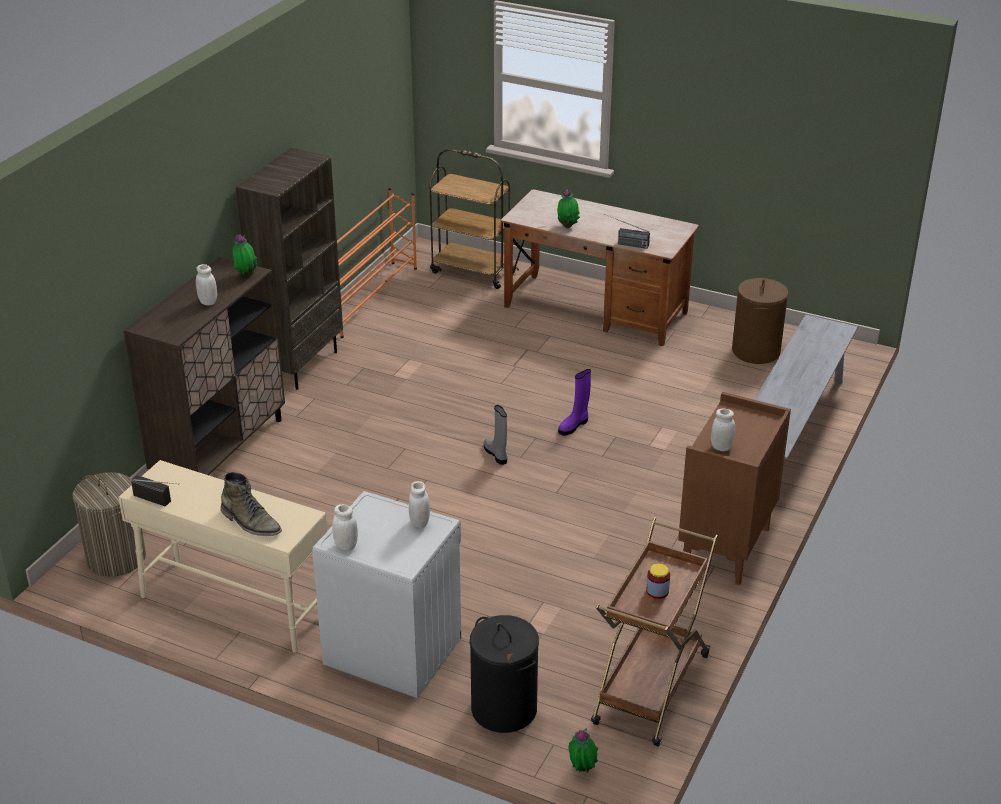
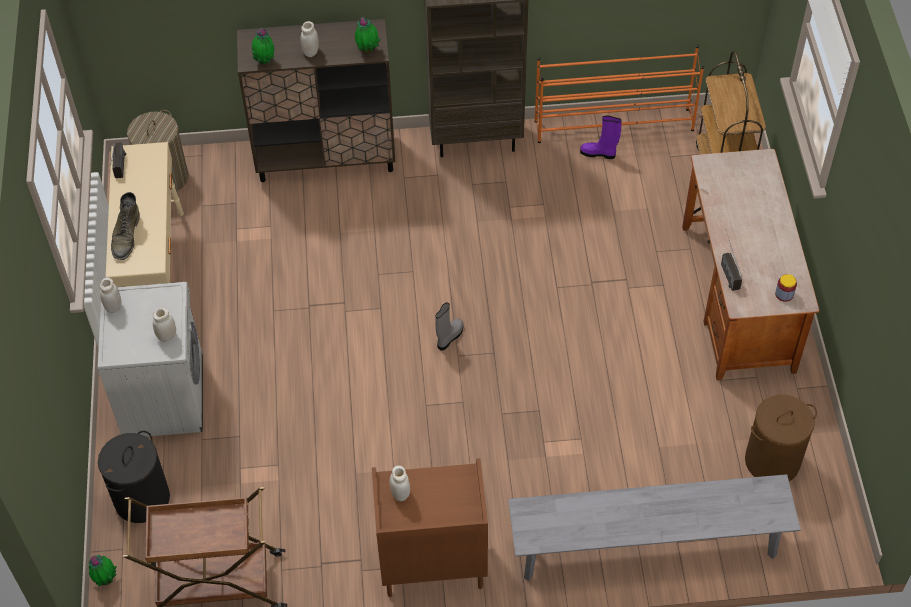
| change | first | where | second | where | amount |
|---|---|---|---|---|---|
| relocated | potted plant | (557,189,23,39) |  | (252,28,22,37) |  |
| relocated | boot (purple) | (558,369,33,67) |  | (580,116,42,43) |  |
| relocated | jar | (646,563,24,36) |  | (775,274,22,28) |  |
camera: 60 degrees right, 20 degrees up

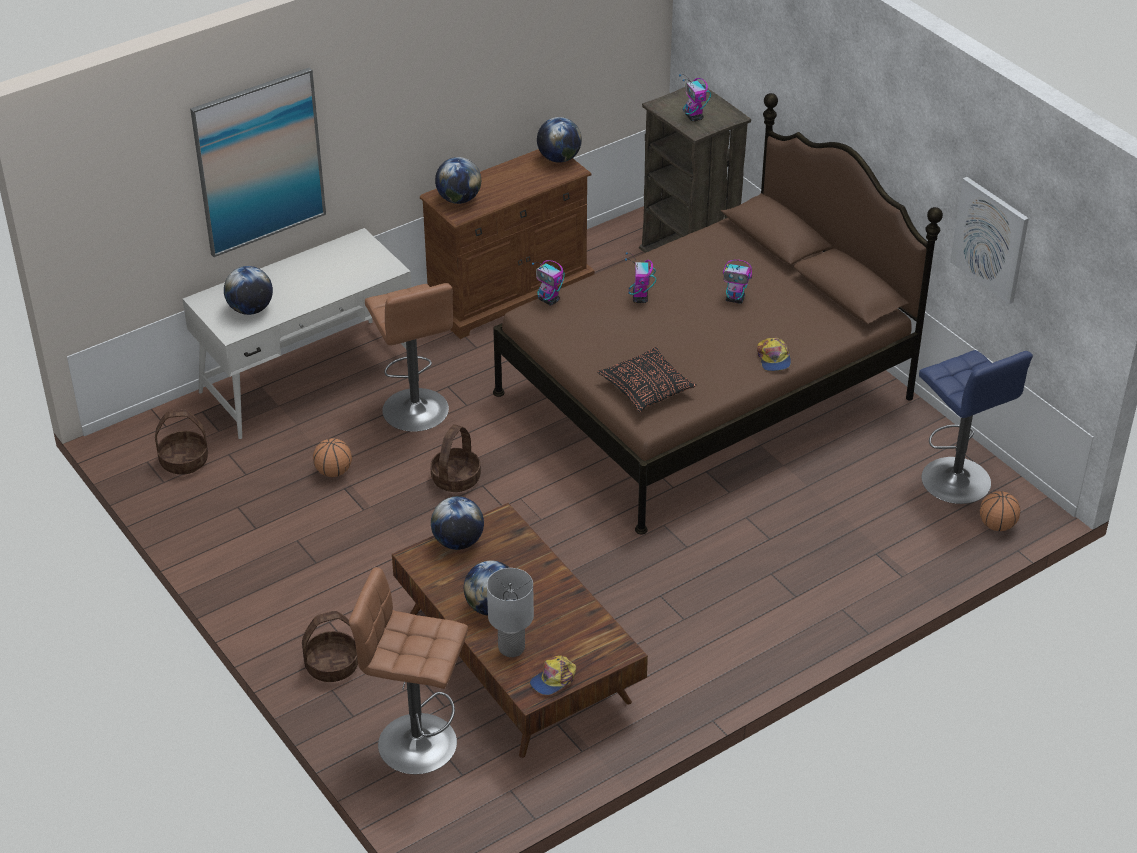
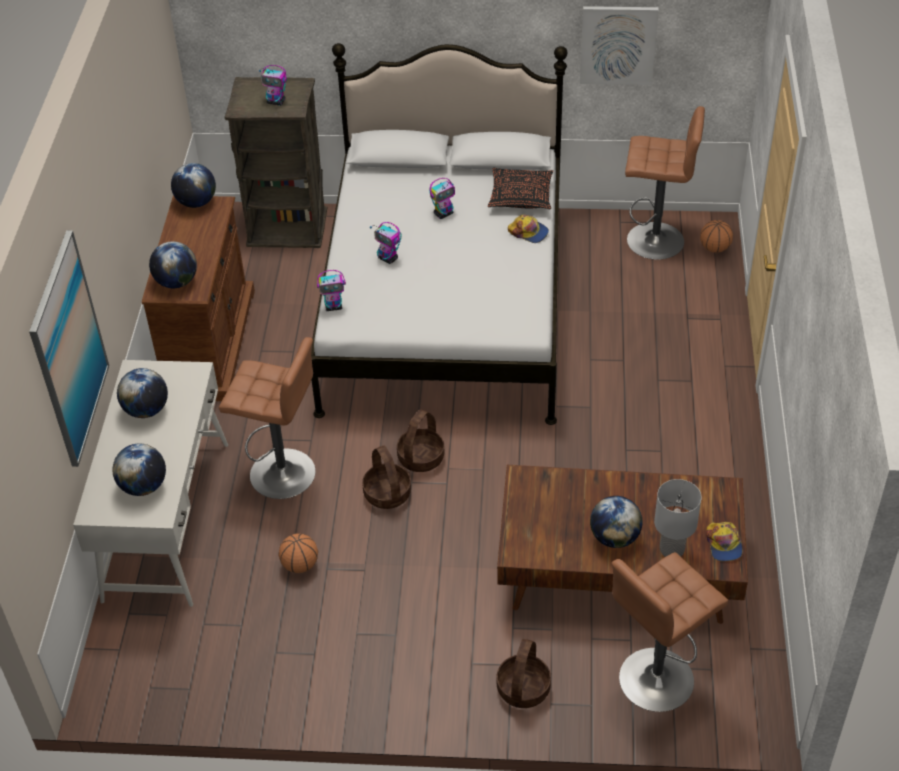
| change | first | where | second | where | amount |
|---|---|---|---|---|---|
| colour | bed (brown) | (493,93,450,441) | bed (white) | (311,43,257,382) |  |
| relocated | pillow (black) | (597,347,100,65) |  | (488,167,65,42) |  |
| colour | stool (blue) | (919,350,114,154) | stool (brown) | (625,106,80,154) |  |
| relocated | basket | (155,409,53,66) |  | (397,409,47,63) |  |
| relocated | globe | (431,496,53,54) |  | (117,368,51,50) |  |
camera: 50 degrees left, 5 degrees up

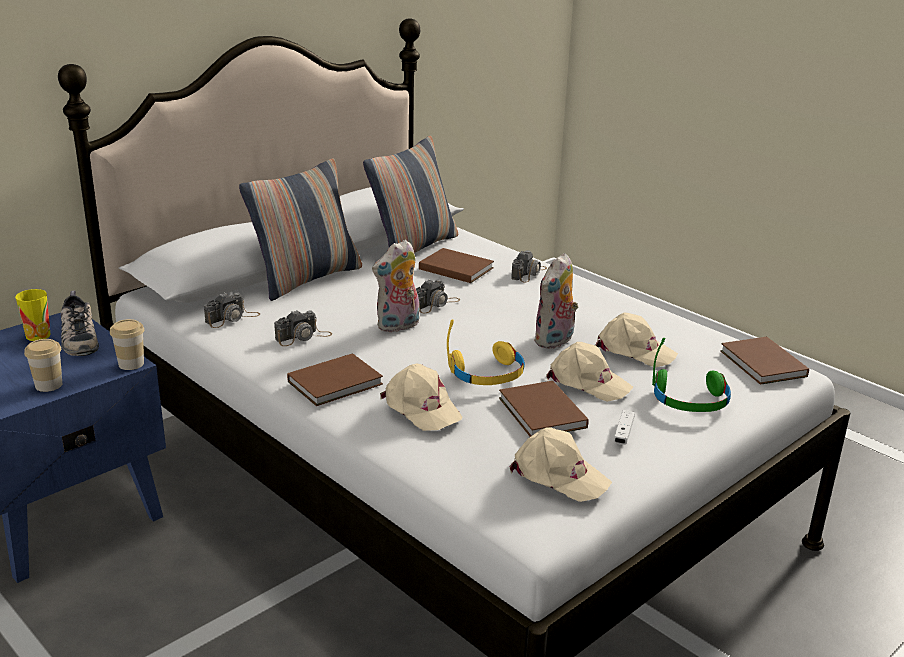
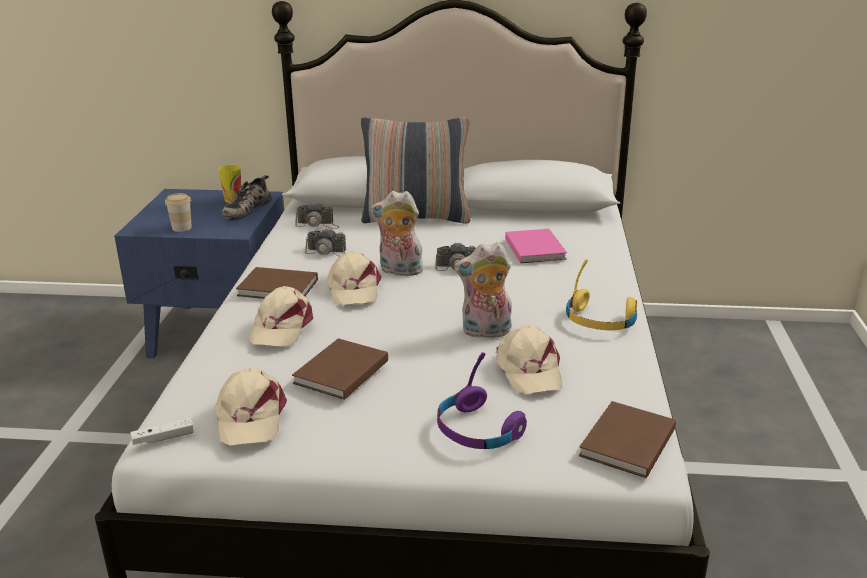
| change | first | where | second | where | amount |
|---|---|---|---|---|---|
| missing | pillow | (363,136,95,117) |  |  |  |
| colour | book (brown) | (419,248,75,35) | book (pink) | (505,229,62,34) |  |
| missing | photo camera | (511,250,36,32) |  |  |  |
| missing | cup | (110,319,34,51) |  |  |  |
| relocated | headphones (yellow) | (447,319,78,66) |  | (566,259,71,71) |  |
| colour | headphones (green) | (652,338,79,74) | headphones (purple) | (437,352,90,97) |  |
| relocated | cap (beige) | (546,342,87,60) |  | (327,251,54,54) |  |
| relocated | game controller (white) | (613,410,22,35) |  | (130,418,64,27) |  |
camera: 50 degrees right, 0 degrees up

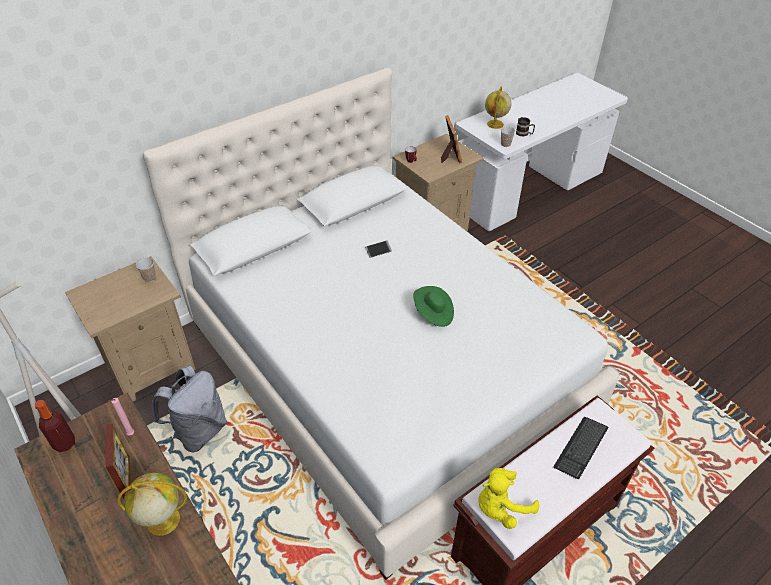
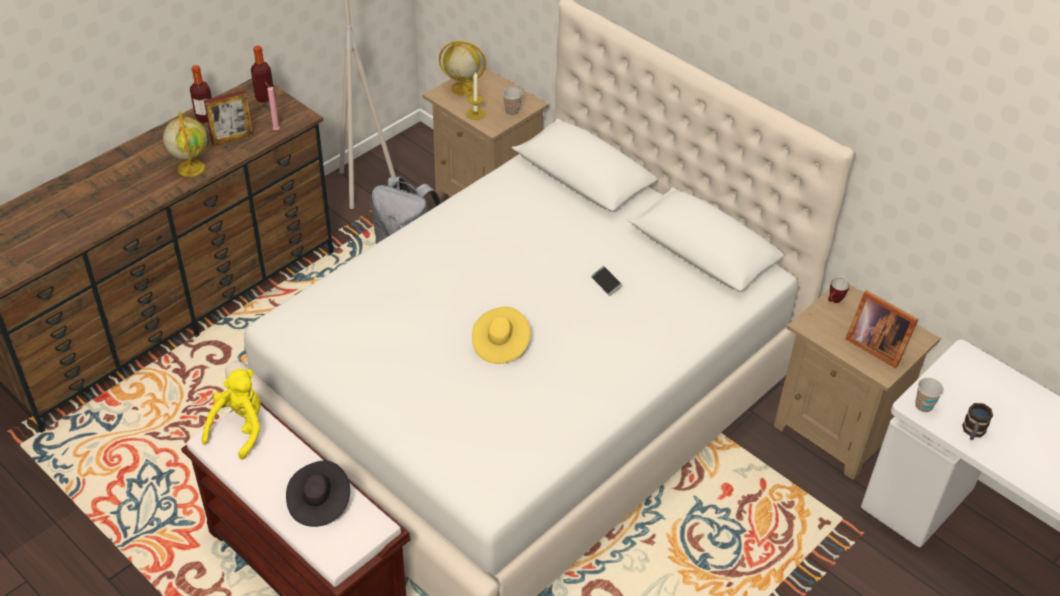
| change | first | where | second | where | amount |
|---|---|---|---|---|---|
| relocated | globe | (485,87,26,42) |  | (439,41,47,55) |  |
| spun | picture frame | (441,115,21,48) |  | (845,290,74,78) | 60 degrees clockwise |
| colour | hat (green) | (413,286,41,41) | hat (yellow) | (472,307,59,57) |  |
| exchanged | keyboard | (553,417,55,62) | hat (black) | (286,460,64,67) |  |
| spun | plush toy (yellow) | (478,468,61,61) |  | (202,369,59,90) | 60 degrees clockwise |
| appeared |  |  | bottle | (190,65,22,58) |  |
| appeared |  |  | candle | (466,71,19,49) |  |
camera: 80 degrees right, 0 degrees up

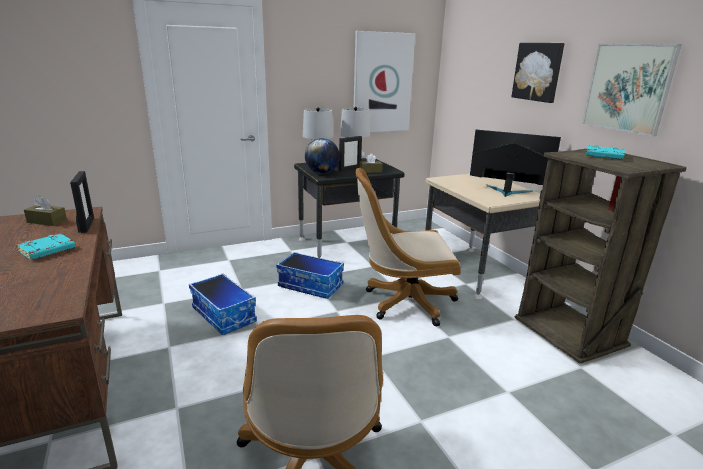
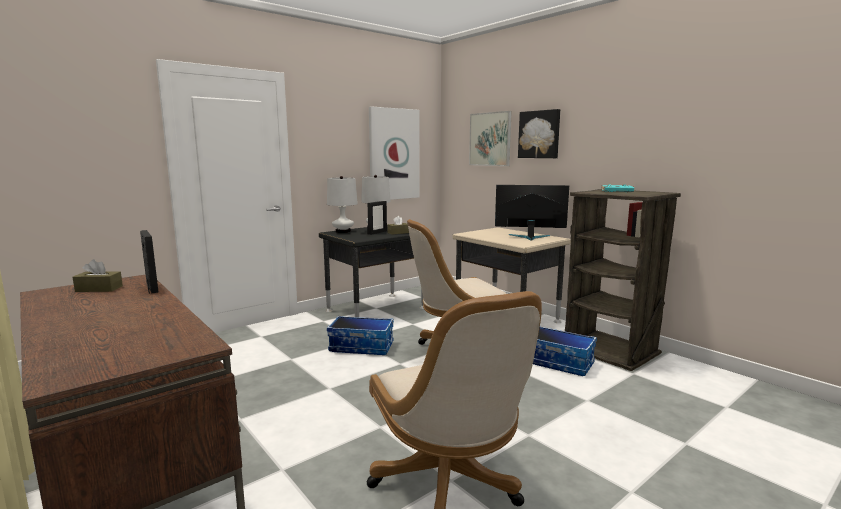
| change | first | where | second | where | amount |
|---|---|---|---|---|---|
| relocated | picture | (582,44,99,92) |  | (469,111,43,55) |  |
| missing | globe | (305,138,35,36) |  |  |  |
| missing | book (turquoise) | (16,233,60,27) |  |  |  |
| relocated | storage box | (189,273,68,62) |  | (533,327,64,49) |  |
camera: 15 degrees left, 10 degrees down

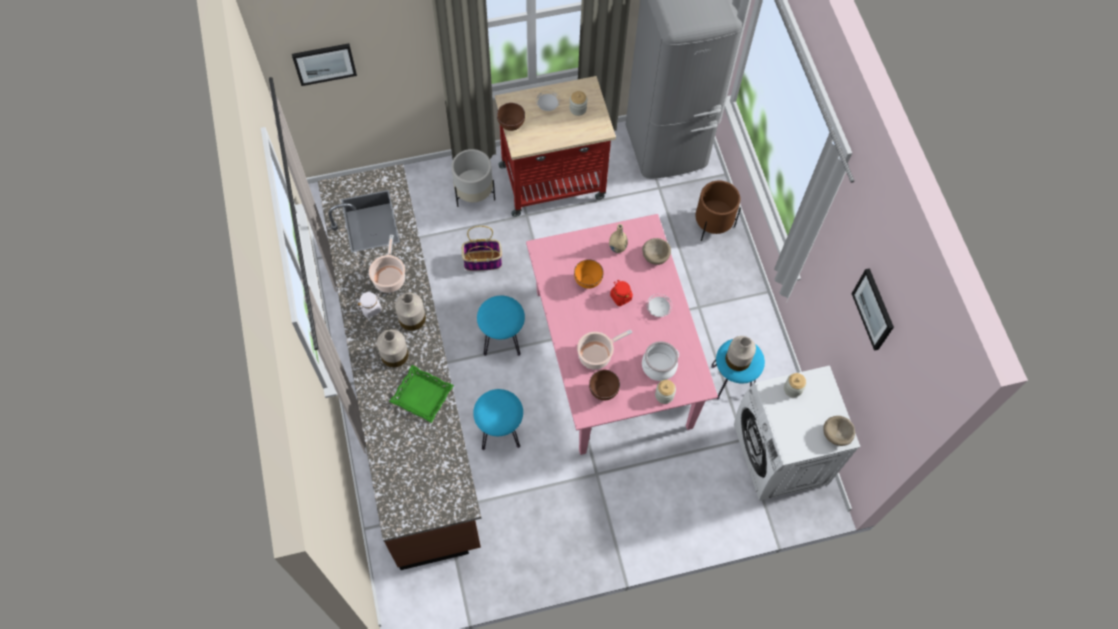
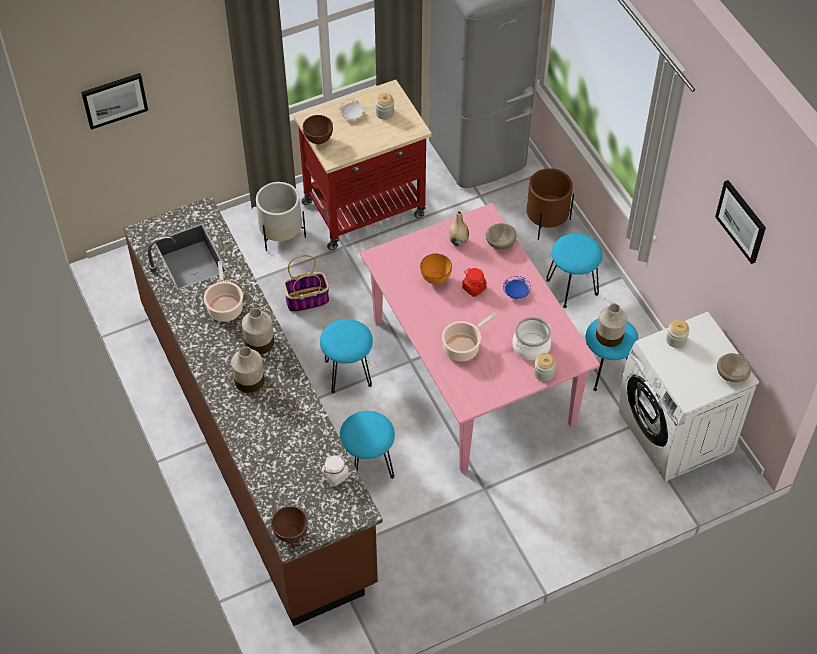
| change | first | where | second | where | amount |
|---|---|---|---|---|---|
| relocated | jar (white) | (358,292,24,26) |  | (322,455,27,31) |  |
| colour | plate (white) | (646,294,26,23) | plate (blue) | (503,276,28,23) |  |
| missing | tray (green) | (389,365,65,58) |  |  |  |
| relocated | bowl (brown) | (589,370,31,30) |  | (271,506,37,37) |  |
| appeared |  |  | stool (turquoise) | (546,233,57,75) |  |
camera: 10 degrees left, 10 degrees down

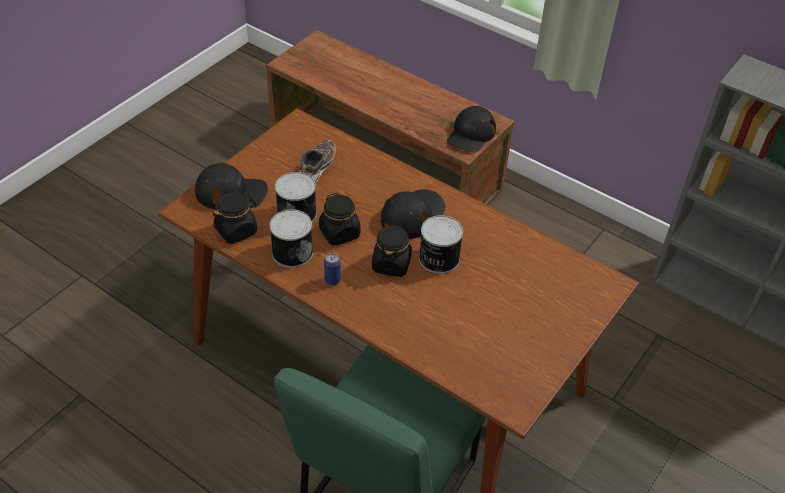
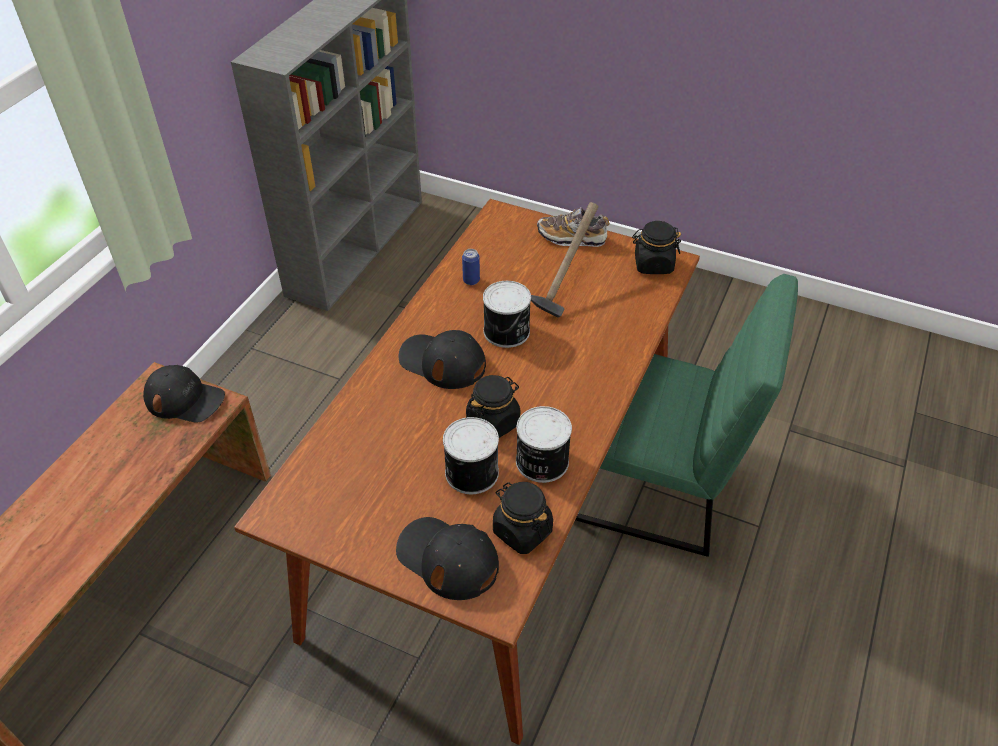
| change | first | where | second | where | amount |
|---|---|---|---|---|---|
| relocated | shoe | (298,140,38,44) |  | (537,207,73,40) |  |
| spun | cap (black) | (195,163,73,46) |  | (396,517,103,83) | 45 degrees counterclockwise |
| relocated | jar (black) | (372,224,40,53) |  | (632,221,49,53) |  |
| relocated | can | (324,253,17,33) |  | (462,249,18,36) |  |
| appeared |  |  | hammer | (531,202,67,116) |  |
camera: 100 degrees left, 0 degrees up

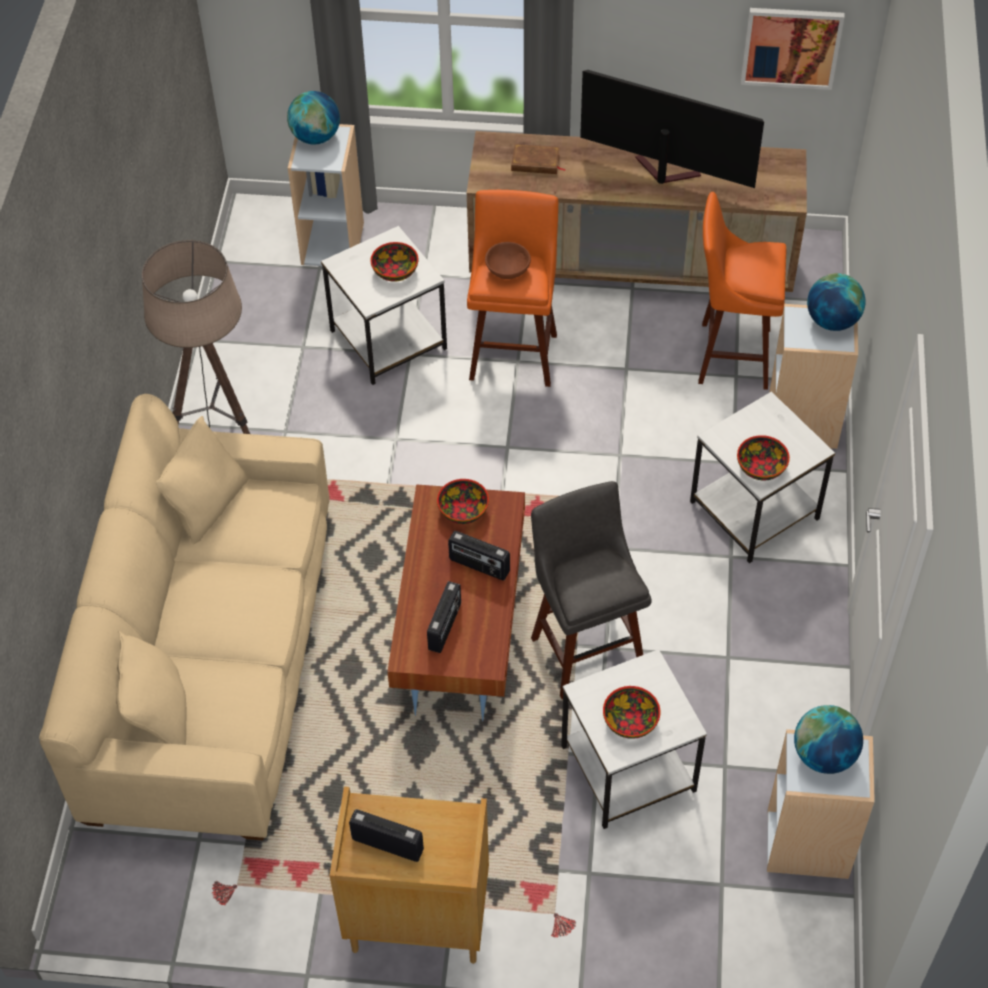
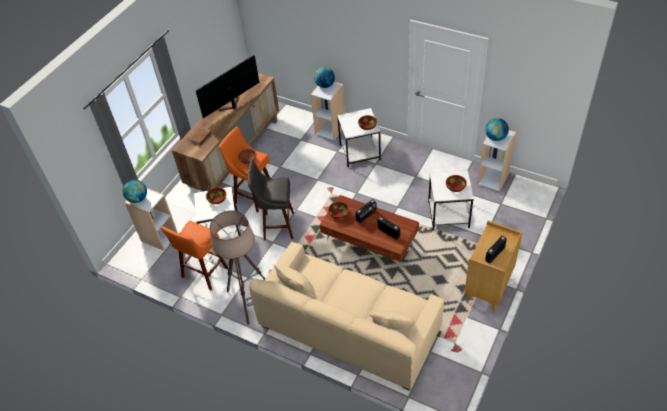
| change | first | where | second | where | amount |
|---|---|---|---|---|---|
| missing | picture | (741,8,103,82) |  |  |  |
| relocated | stool (orange) | (698,192,88,198) |  | (161,221,67,69) |  |
| relocated | stool (grey) | (531,481,120,218) |  | (248,160,46,80) |  |
camera: 65 degrees left, 5 degrees down

